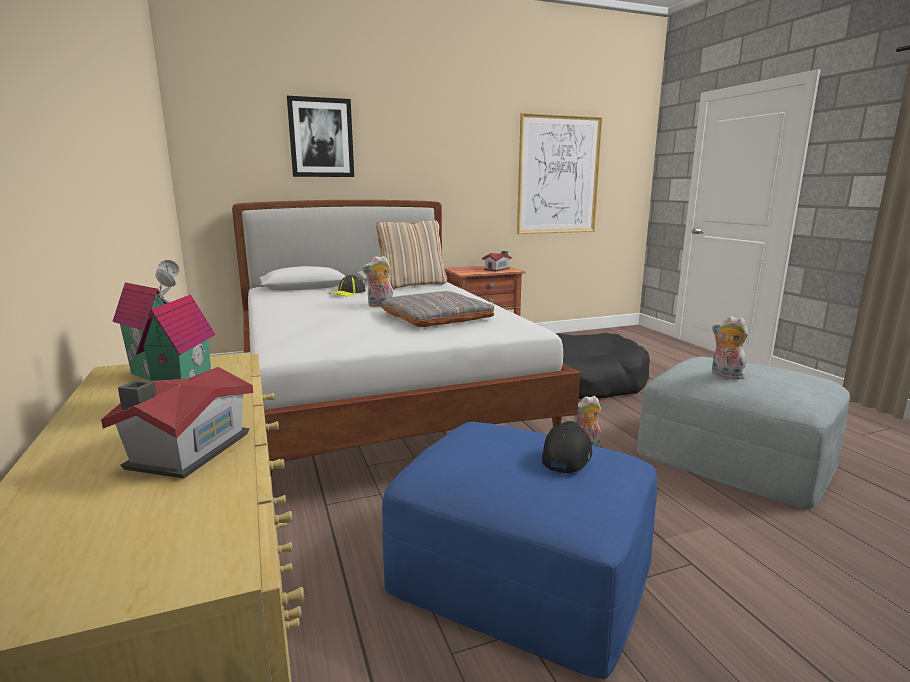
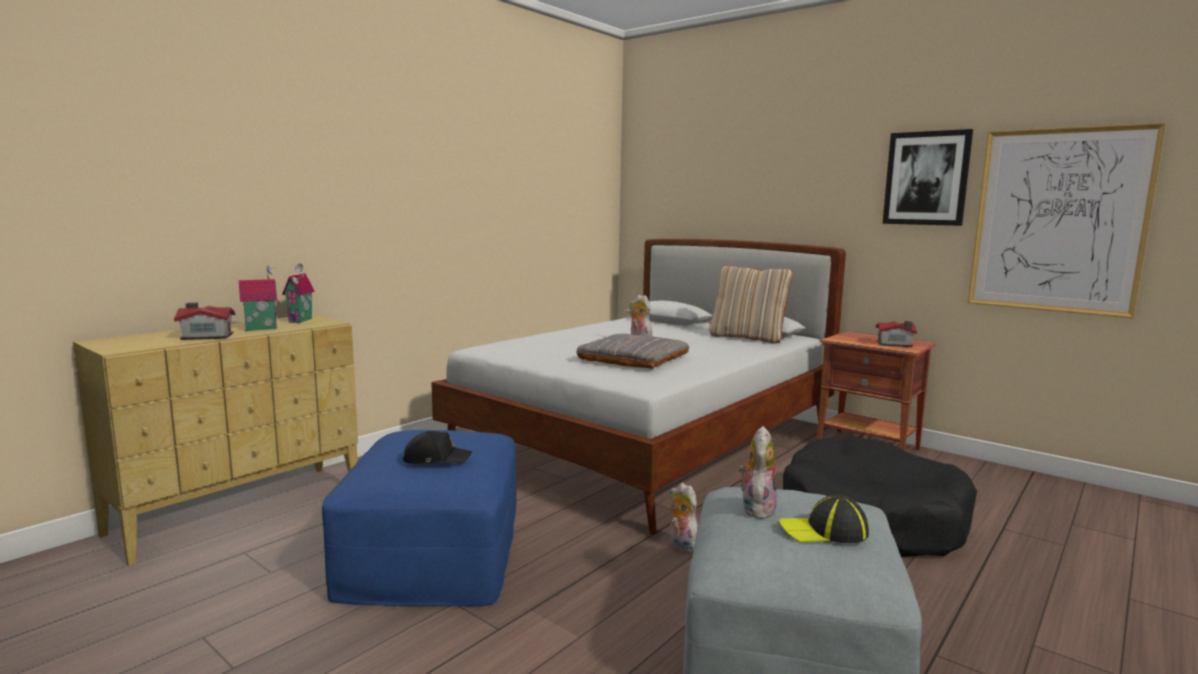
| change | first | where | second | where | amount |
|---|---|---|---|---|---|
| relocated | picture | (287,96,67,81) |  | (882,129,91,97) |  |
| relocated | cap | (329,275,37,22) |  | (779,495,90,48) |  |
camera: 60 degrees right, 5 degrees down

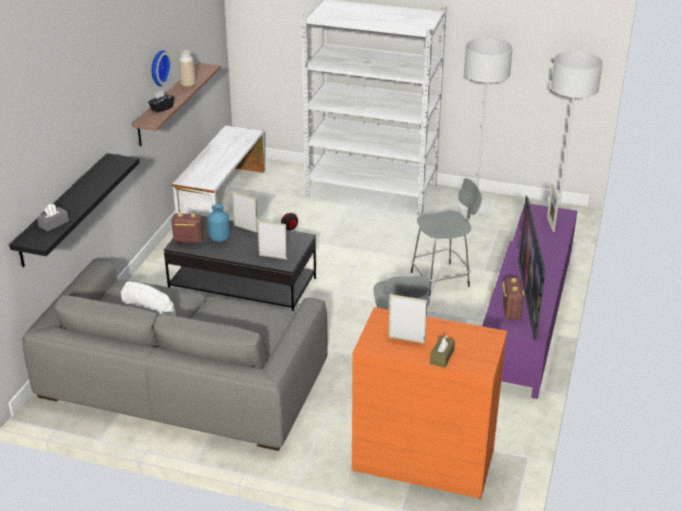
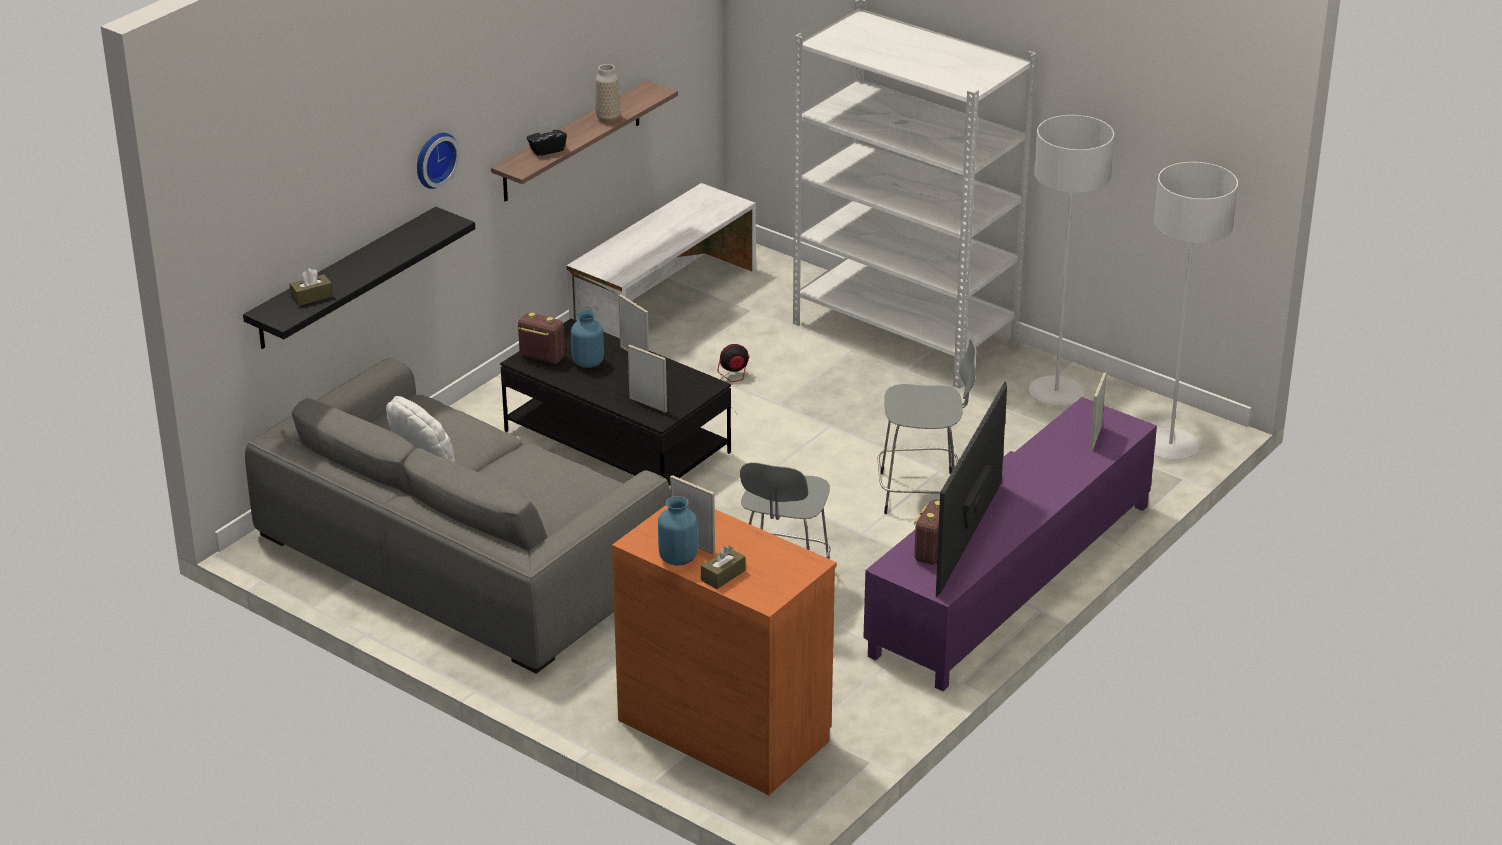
| change | first | where | second | where | amount |
|---|---|---|---|---|---|
| relocated | wall clock | (152,50,20,37) |  | (417,133,43,56) |  |
| colour | tissue box (grey) | (37,203,32,29) | tissue box (brown) | (290,268,43,38) |  |
| appeared |  |  | vase (blue) | (658,496,39,70) |  |
camera: 20 degrees right, 0 degrees up

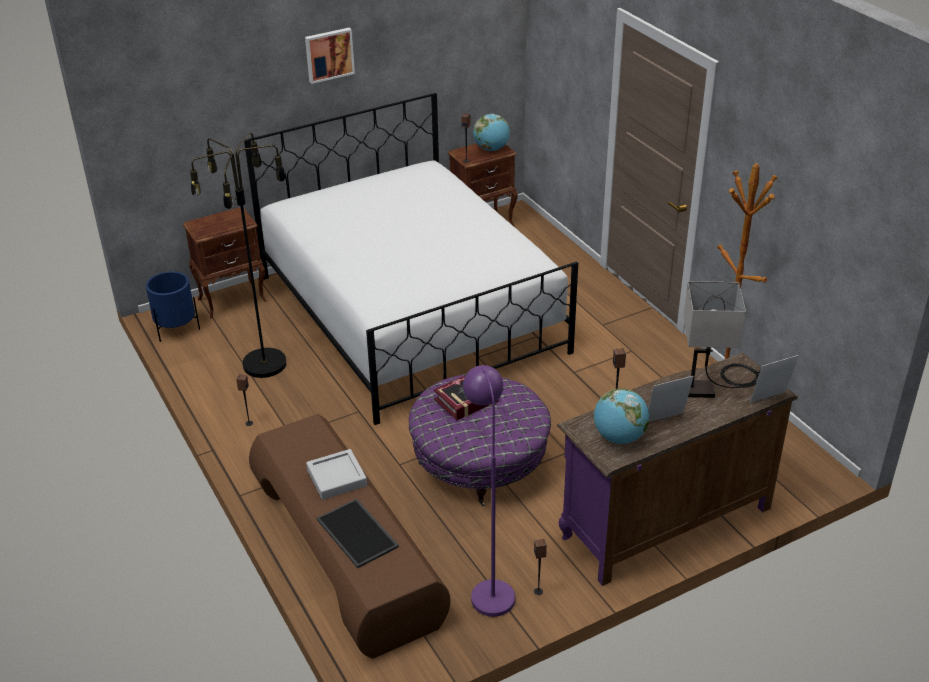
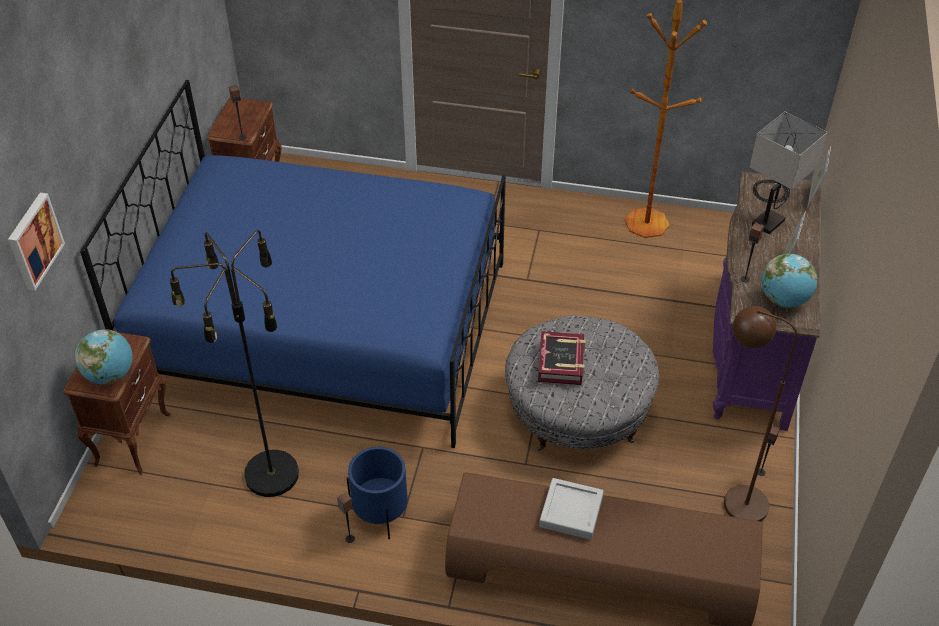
| change | first | where | second | where | amount |
|---|---|---|---|---|---|
| relocated | picture | (305,28,50,56) |  | (8,193,57,98) |  |
| colour | bed (white) | (244,93,334,332) | bed (blue) | (80,80,426,368) |  |
| relocated | globe | (473,114,37,37) |  | (75,329,58,55) |  |
| relocated | planter (blue) | (146,271,54,71) |  | (347,447,61,92) |  |
| colour | floor lamp (purple) | (463,365,52,252) | floor lamp (brown) | (724,306,74,215) |  |
| colour | ottoman (purple) | (409,374,142,132) | ottoman (grey) | (505,315,154,135) |  |
| missing | tray | (317,499,82,69) |  |  |  |
camera: 50 degrees left, 10 degrees up

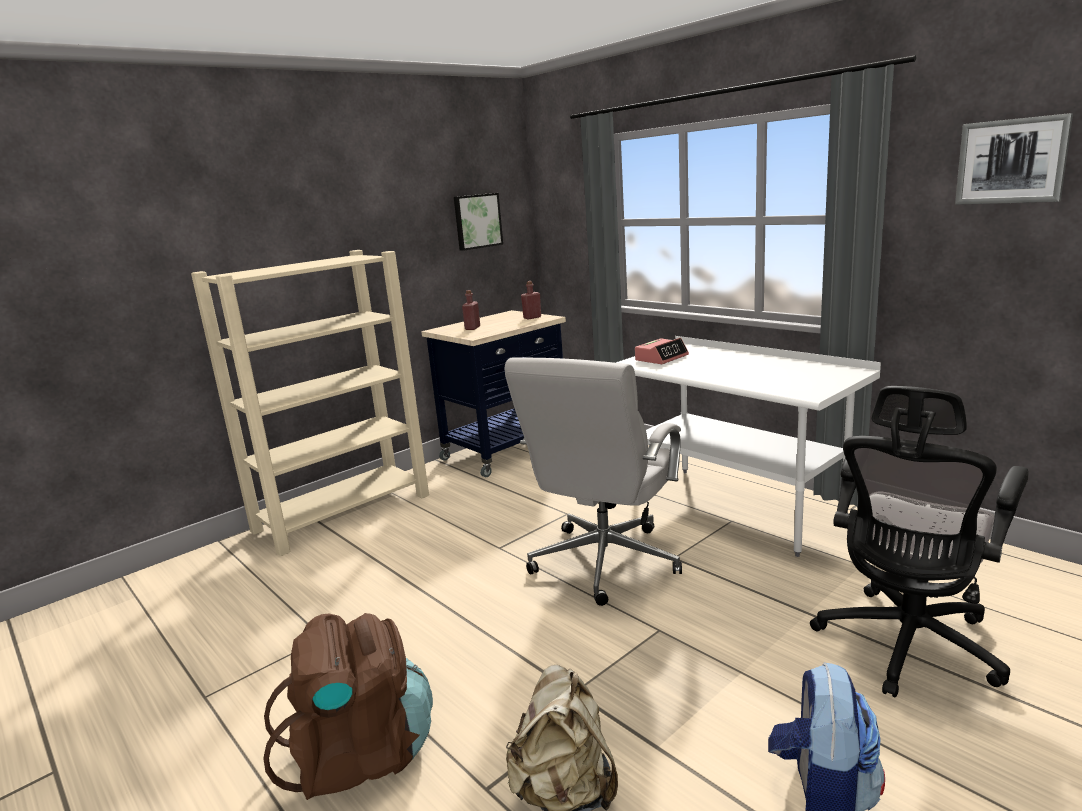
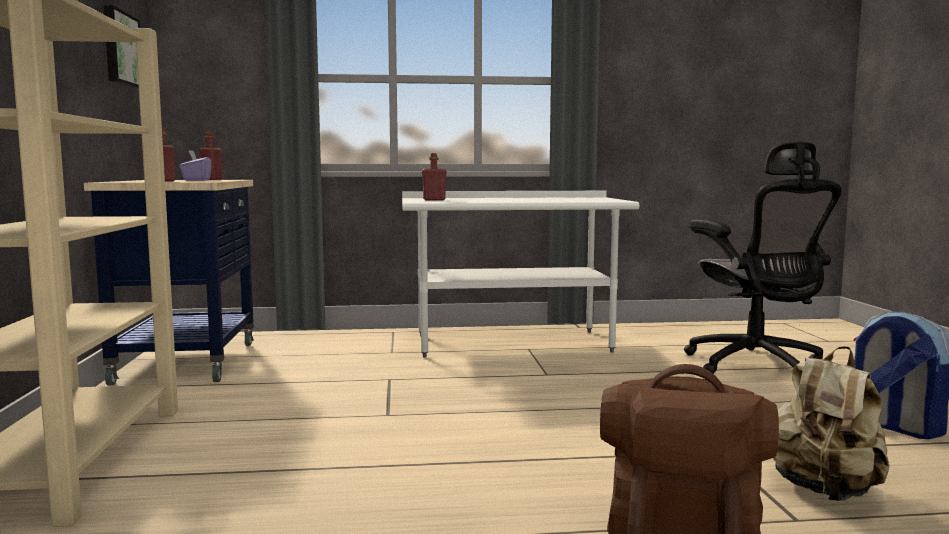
| change | first | where | second | where | amount |
|---|---|---|---|---|---|
| missing | picture | (955,113,118,92) |  |  |  |
| exchanged | alarm clock | (635,338,54,26) | bottle (red) | (422,153,25,48) |  |
| missing | office chair (grey) | (504,357,178,249) |  |  |  |
| appeared |  |  | tissue box (purple) | (179,150,33,31) |  |
camera: 55 degrees left, 10 degrees down

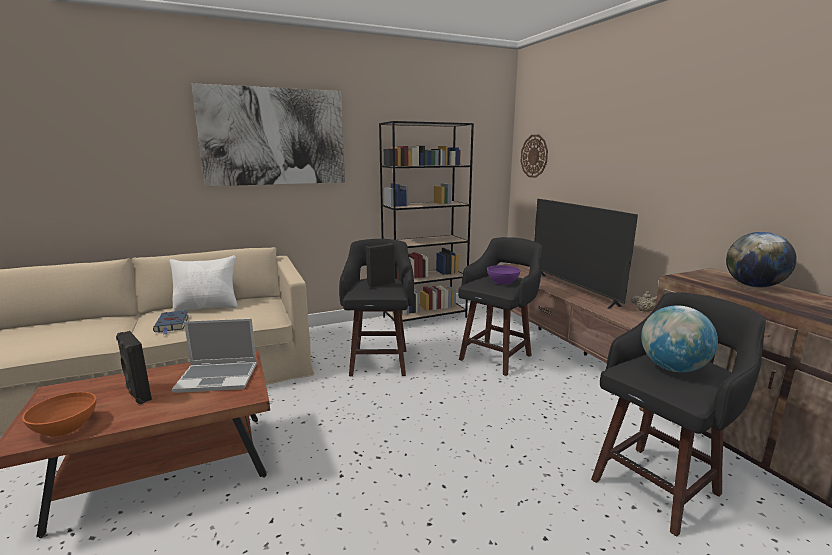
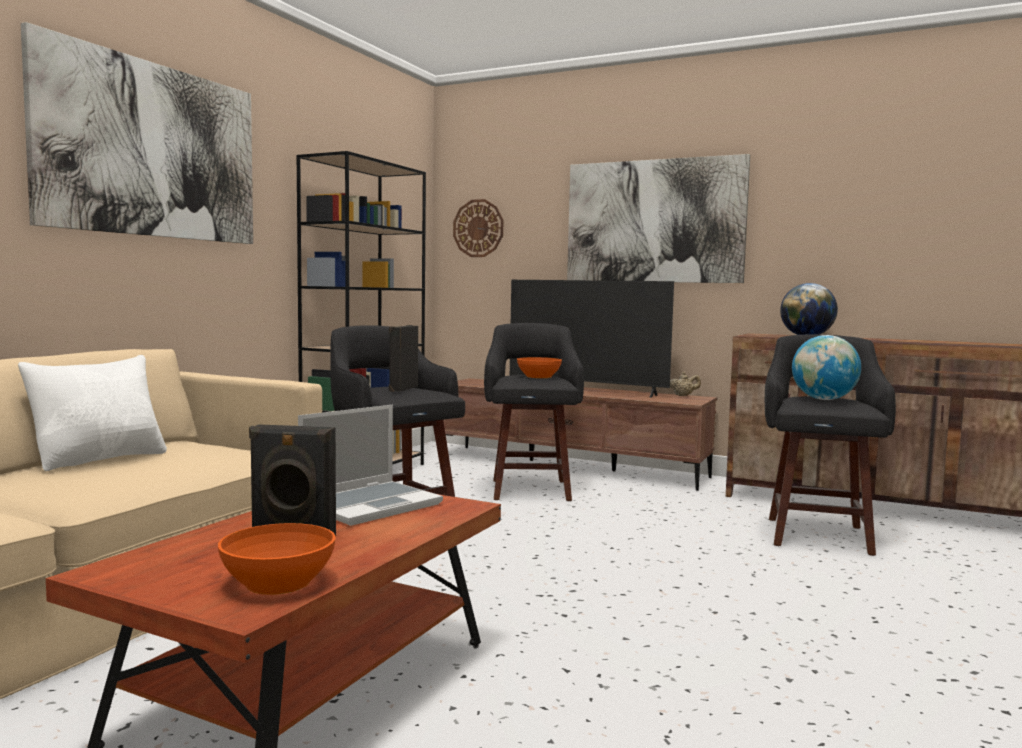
| change | first | where | second | where | amount |
|---|---|---|---|---|---|
| colour | bowl (purple) | (487,265,34,20) | bowl (orange) | (517,357,45,21) |  |
| missing | book (blue) | (153,310,36,25) |  |  |  |
| appeared |  |  | picture | (567,154,183,129) |  |
camera: 40 degrees left, 10 degrees down

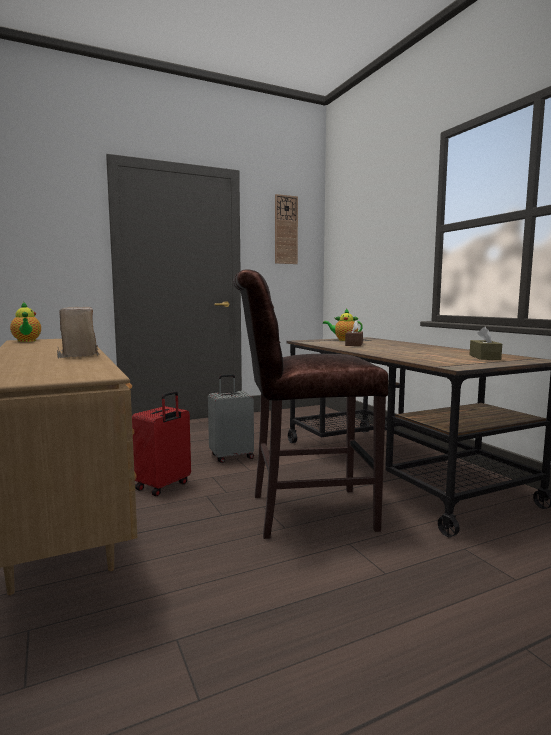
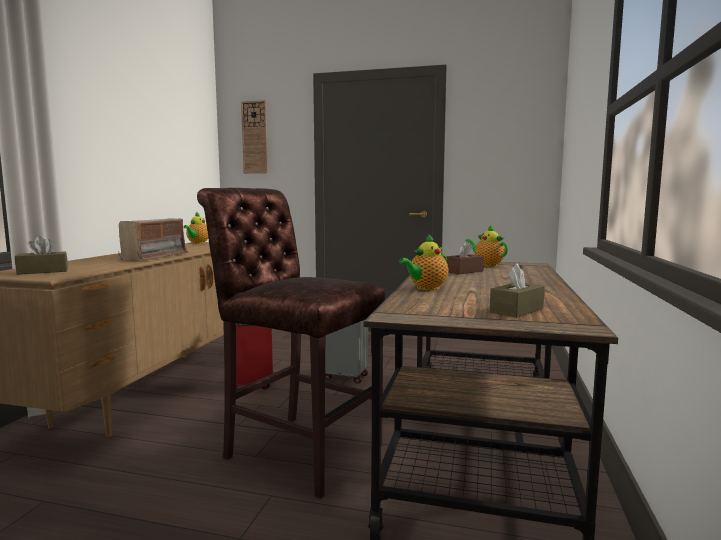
| change | first | where | second | where | amount |
|---|---|---|---|---|---|
| relocated | wall clock | (275,194,23,70) |  | (241,100,27,74) |  |
| appeared |  |  | teapot | (399,233,50,57) |  |
| appeared |  |  | tissue box (brown) | (15,236,53,39) |  |
camera: 40 degrees right, 0 degrees up

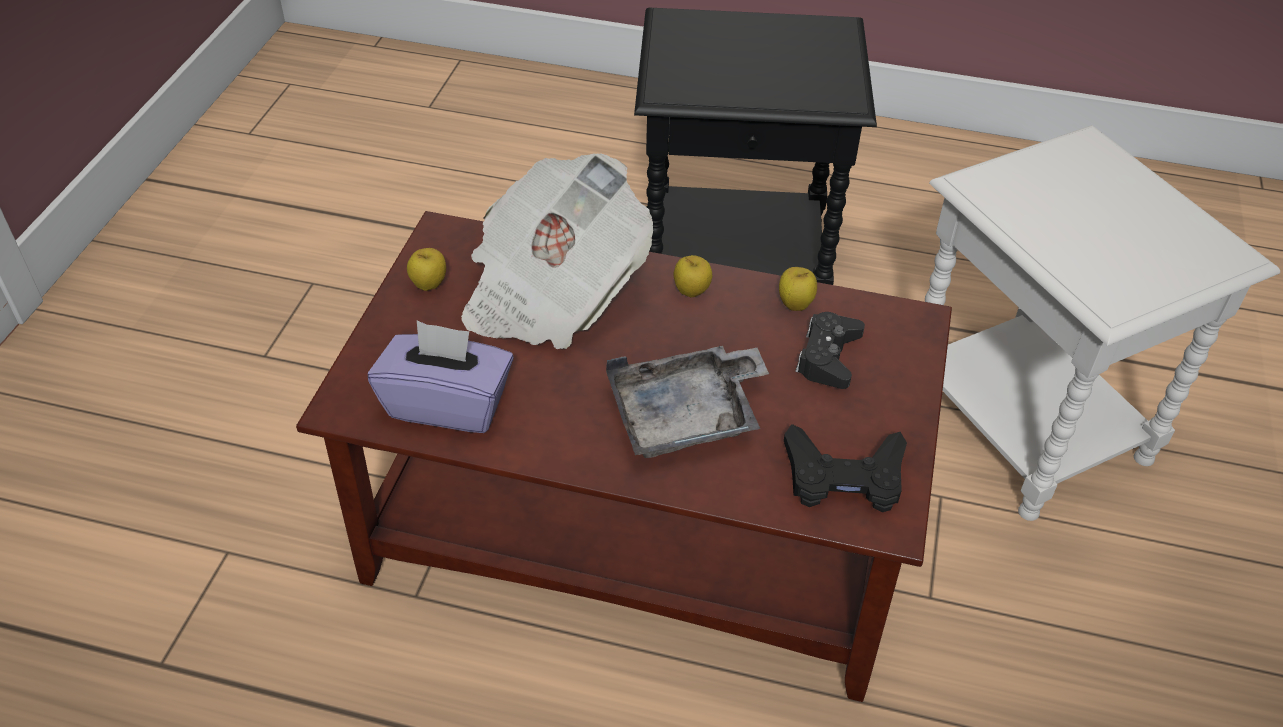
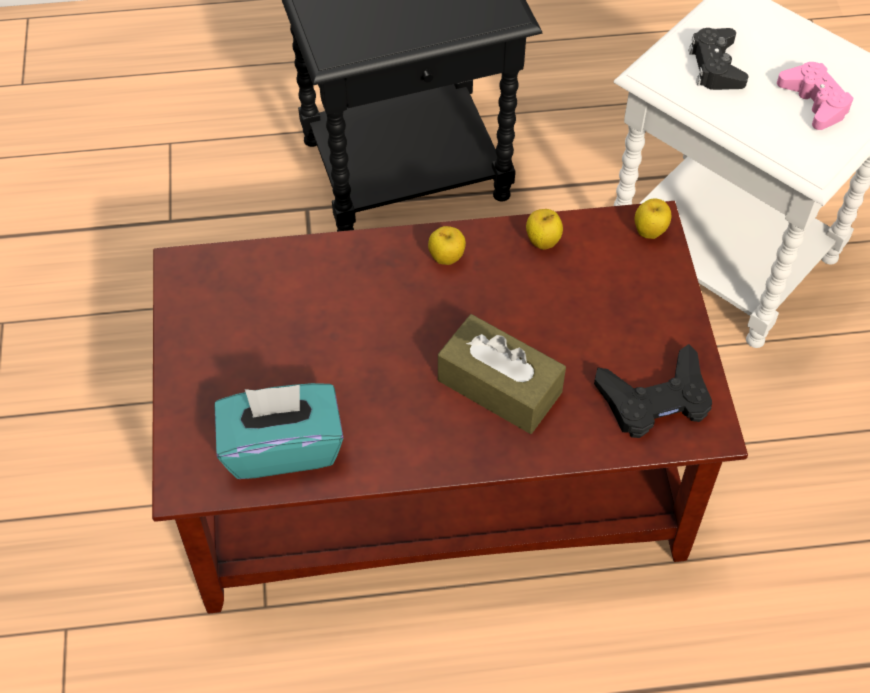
| change | first | where | second | where | amount |
|---|---|---|---|---|---|
| missing | newspaper | (461,153,192,196) |  |  |  |
| relocated | apple | (407,248,39,43) |  | (635,198,36,41) |  |
| relocated | game controller (black) | (795,312,70,77) |  | (688,28,60,62) |  |
| colour | tissue box (purple) | (368,321,146,112) | tissue box (turquoise) | (215,383,129,96) |  |
| exchanged | tray (grey) | (606,346,163,112) | tissue box (brown) | (438,314,128,120) |  |
| appeared |  |  | game controller (pink) | (777,62,77,68) |  |
camera: 20 degrees left, 10 degrees up

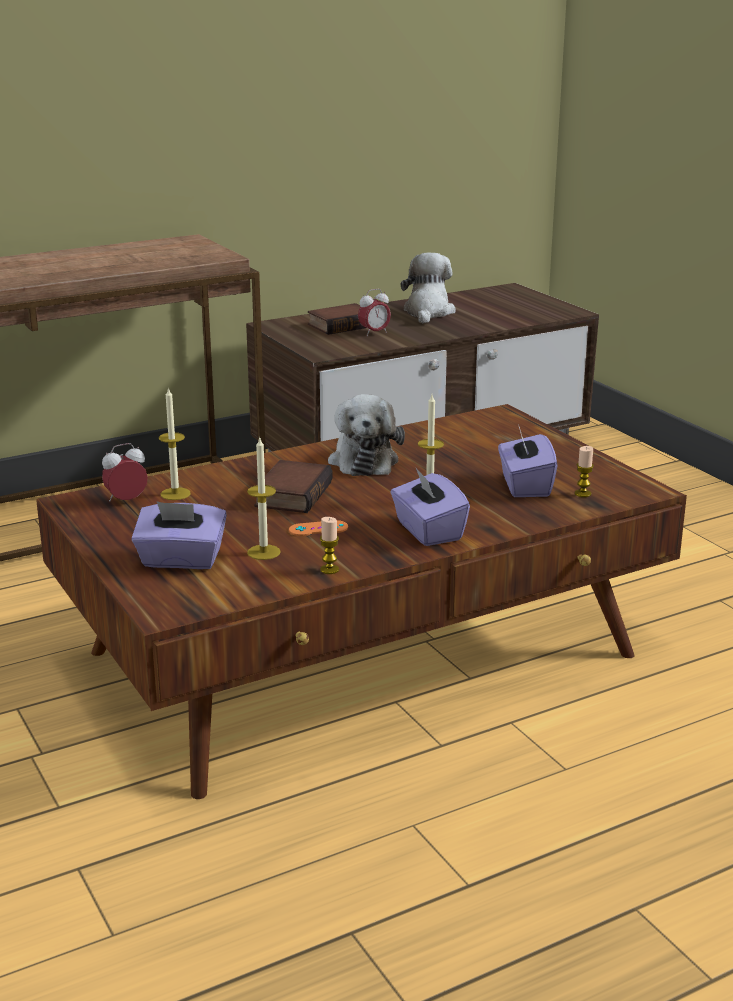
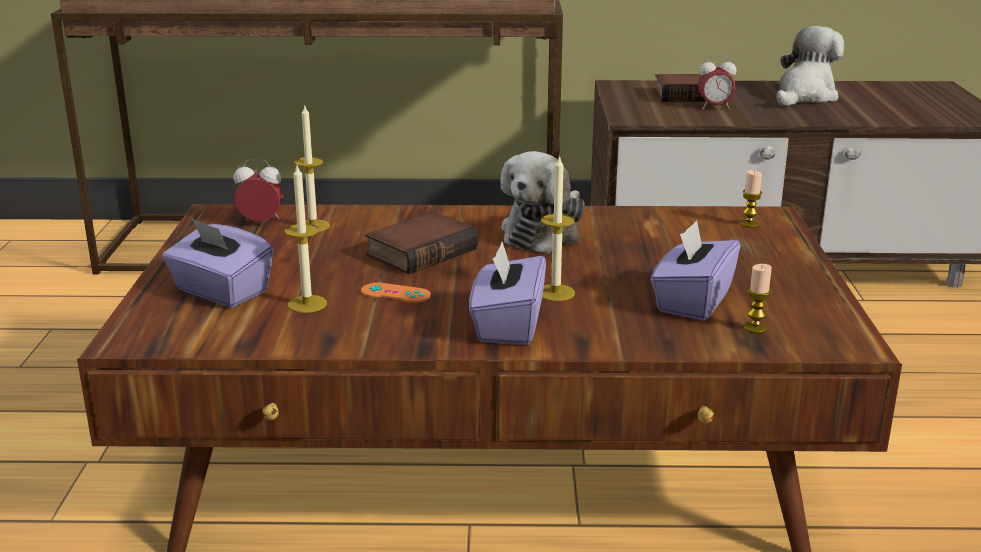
| change | first | where | second | where | amount |
|---|---|---|---|---|---|
| relocated | candle | (320,517,19,57) |  | (740,170,22,58) |  |
camera: 30 degrees right, 0 degrees up

